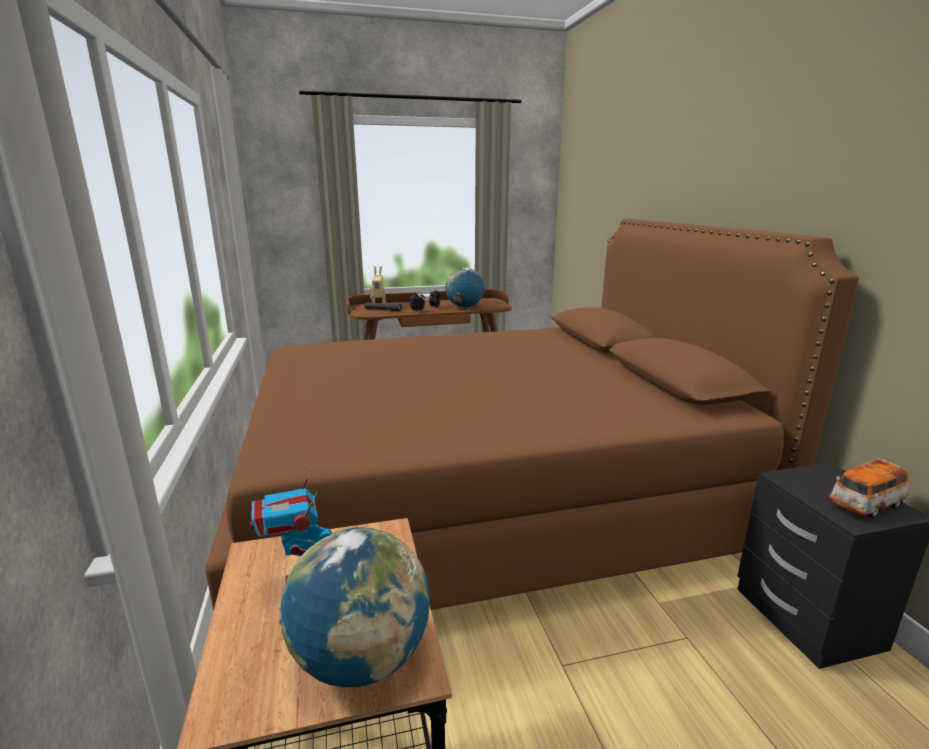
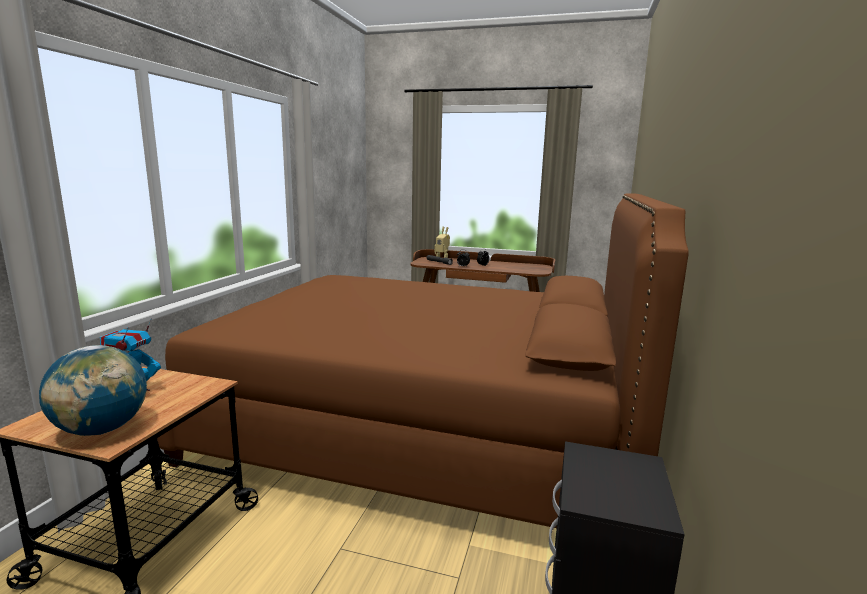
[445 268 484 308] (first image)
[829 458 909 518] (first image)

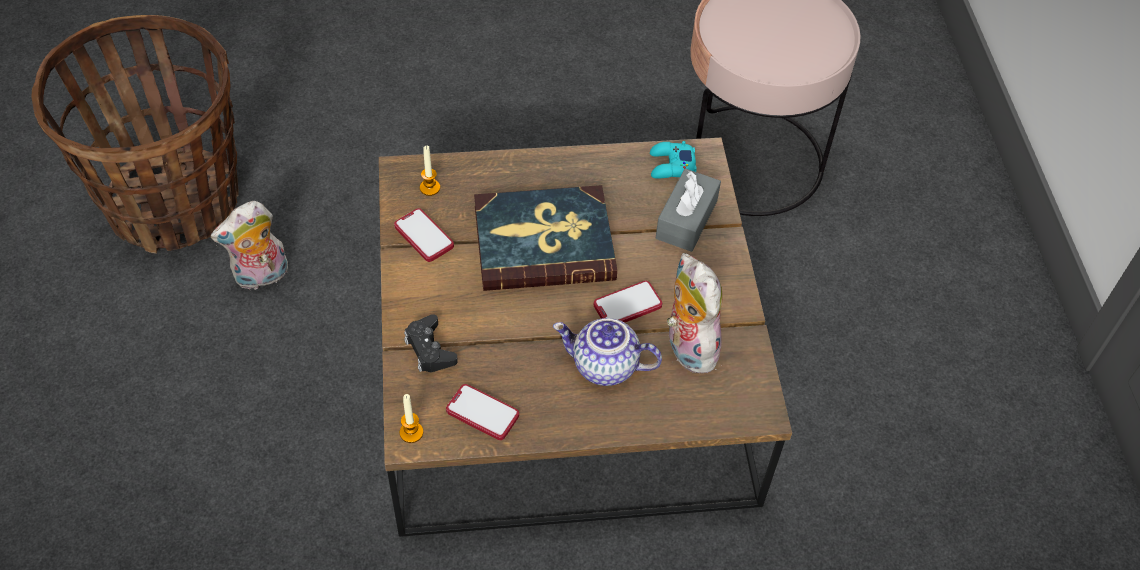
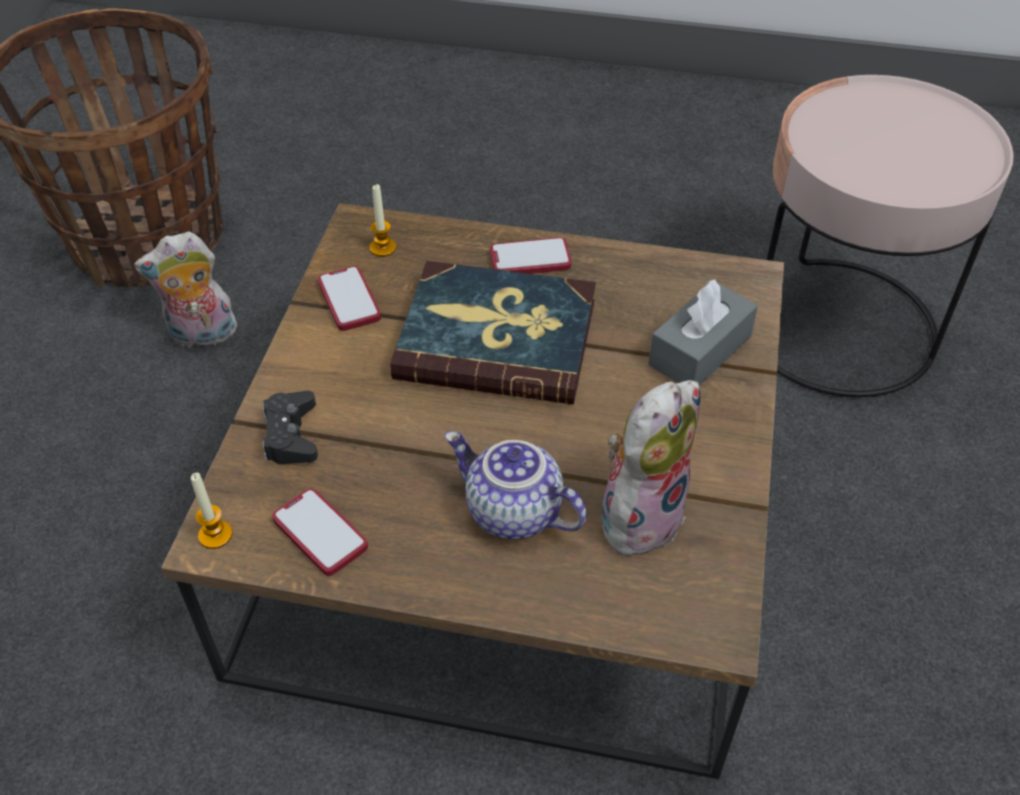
[650 141 697 179] (first image)
[596 380 700 556]
[490 237 571 274]

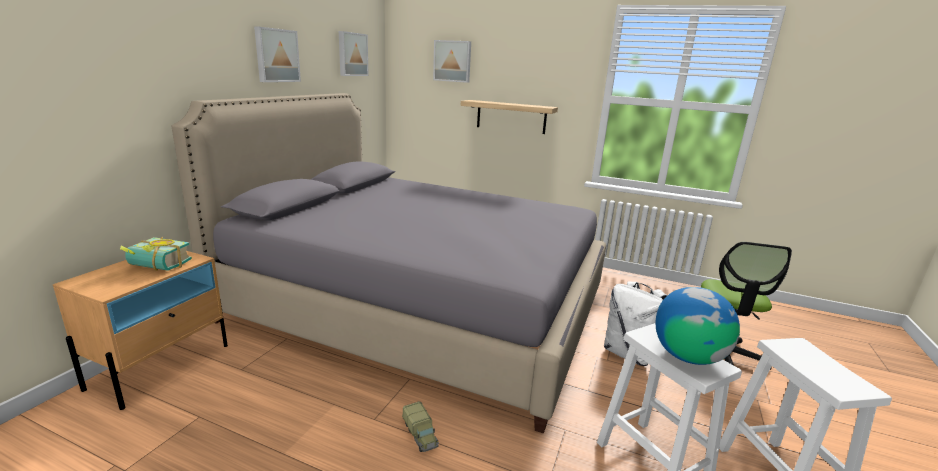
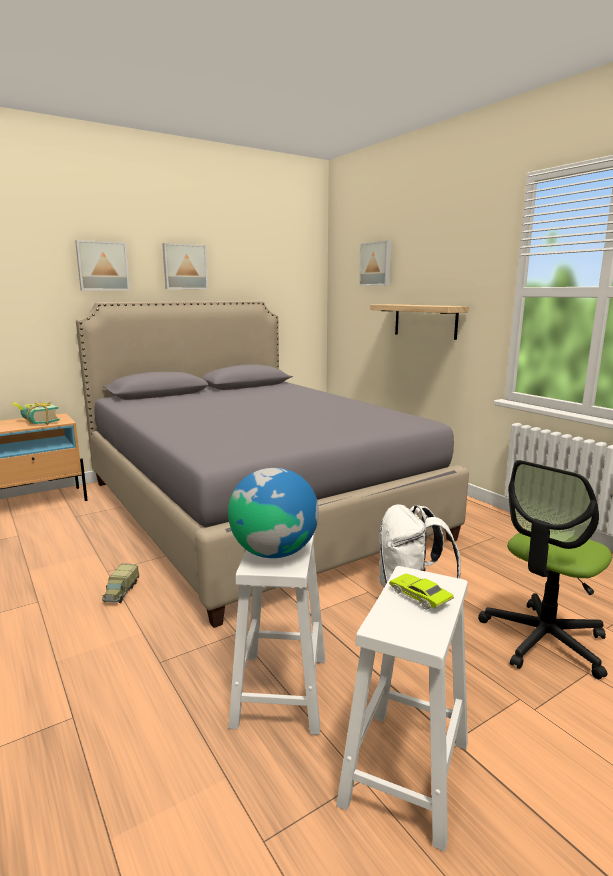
[75 240 130 291]
[389 574 454 610]

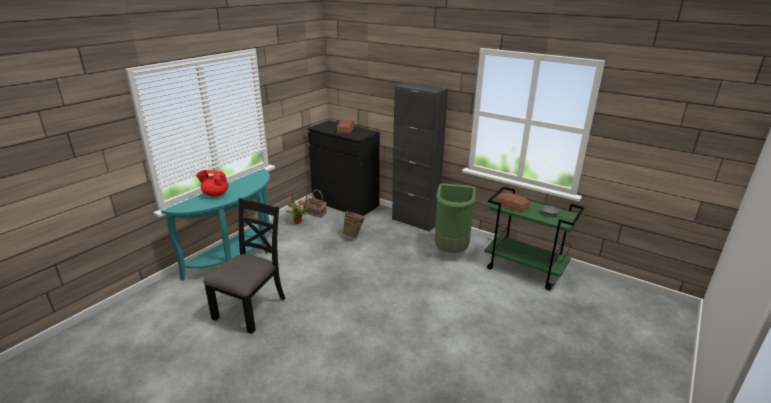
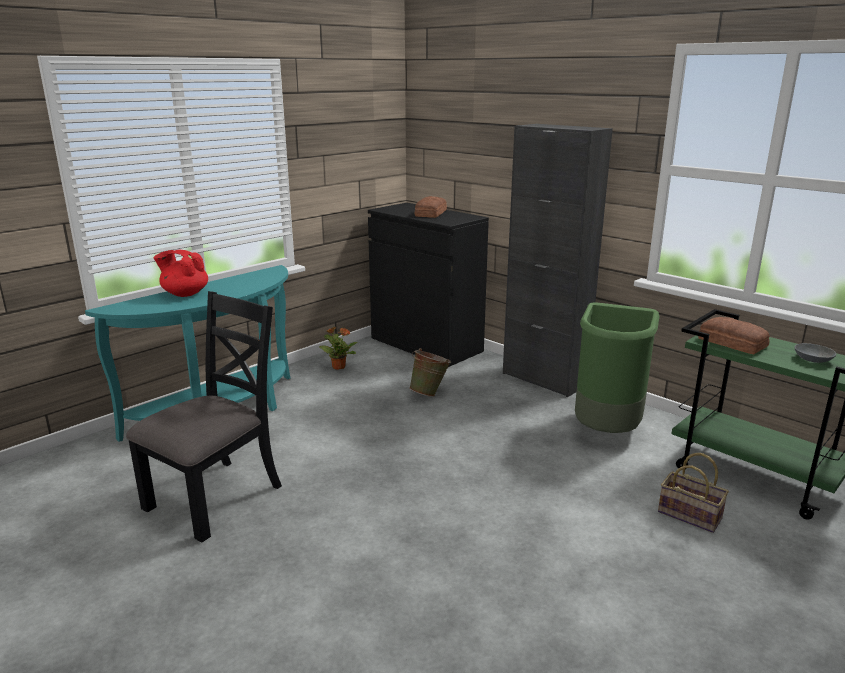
[658 453 729 533]

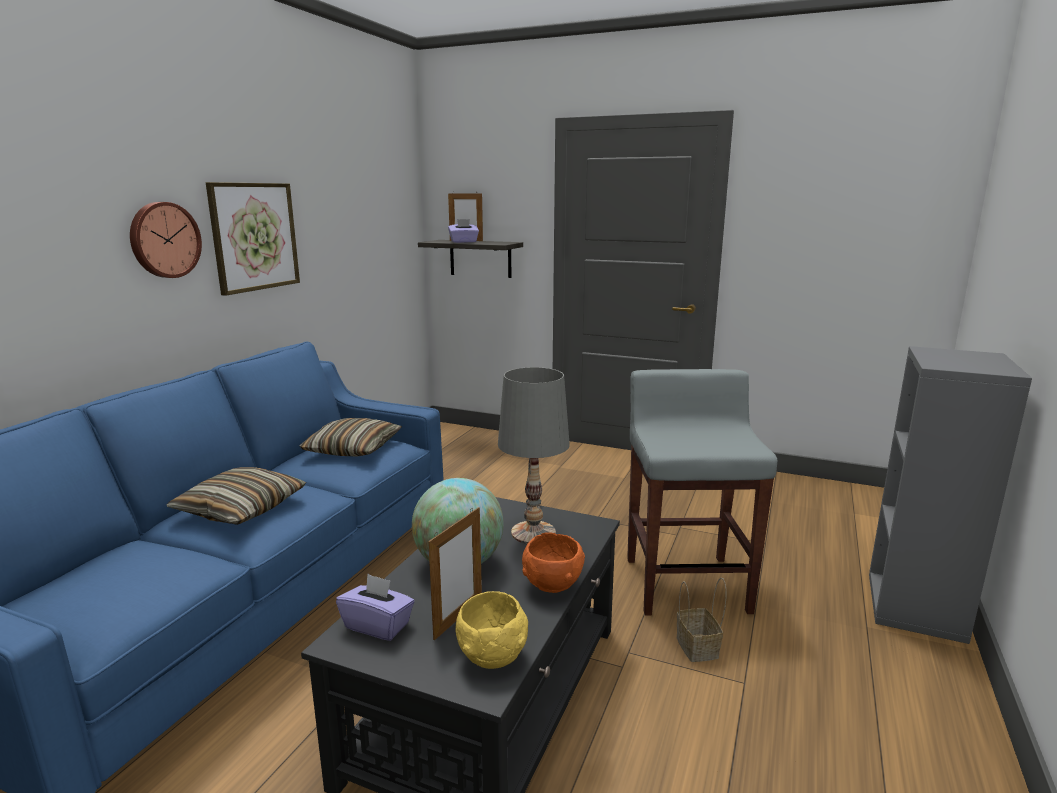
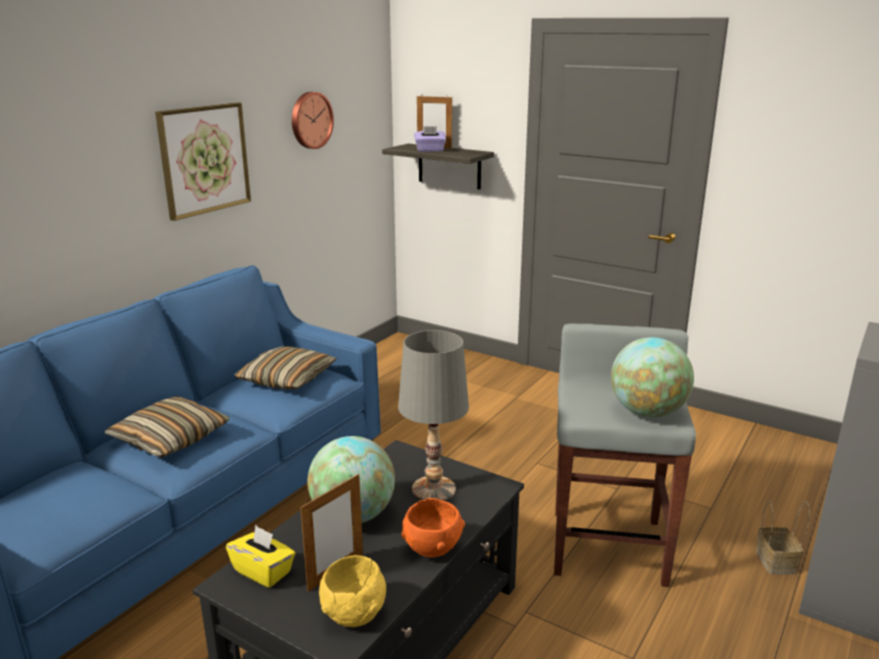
[292 92 334 149]
[226 525 296 588]
[756 502 810 575]
[611 337 694 417]

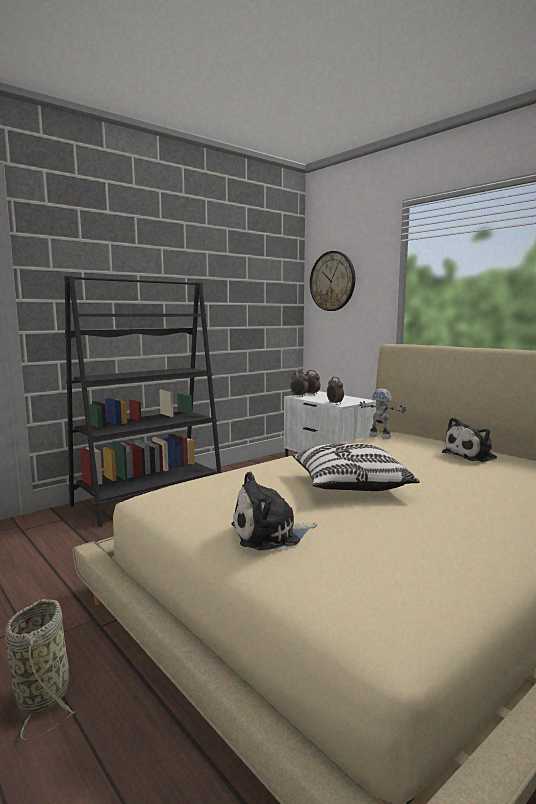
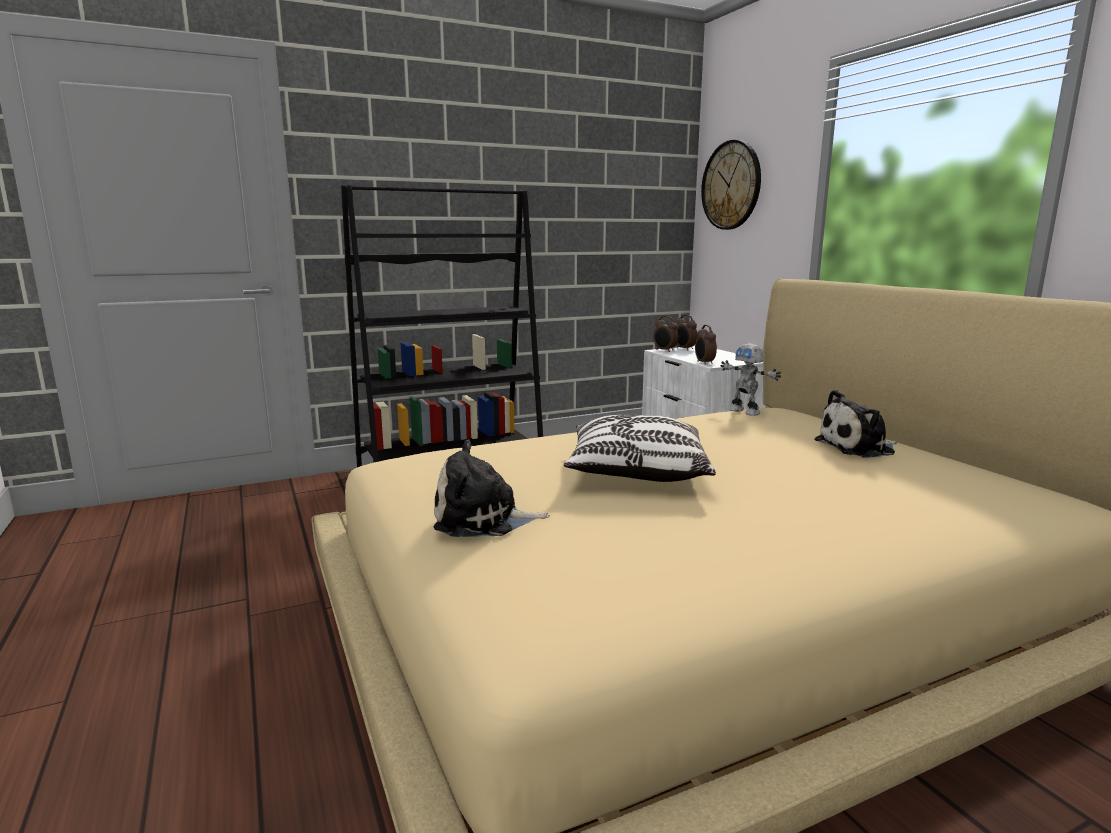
[5 599 76 741] (first image)

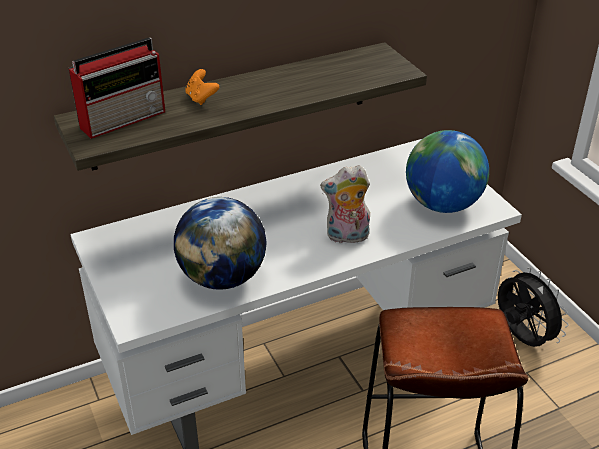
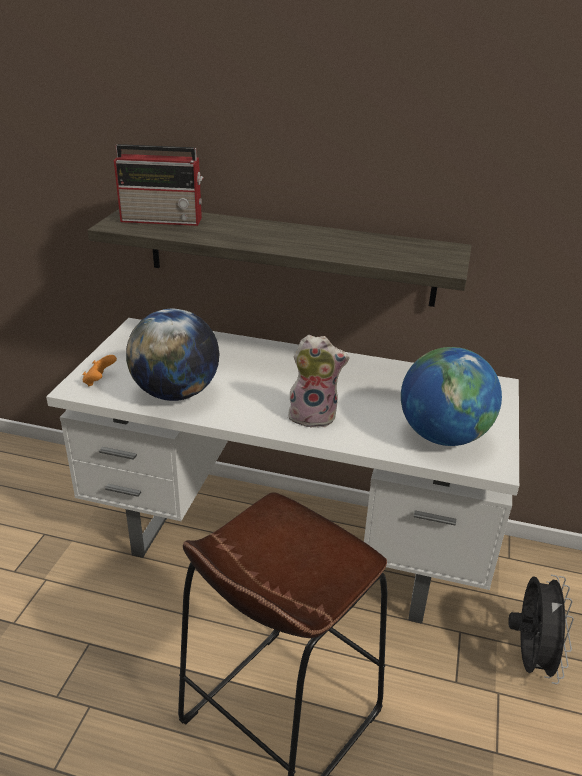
[82 355 117 387]
[288 335 349 428]

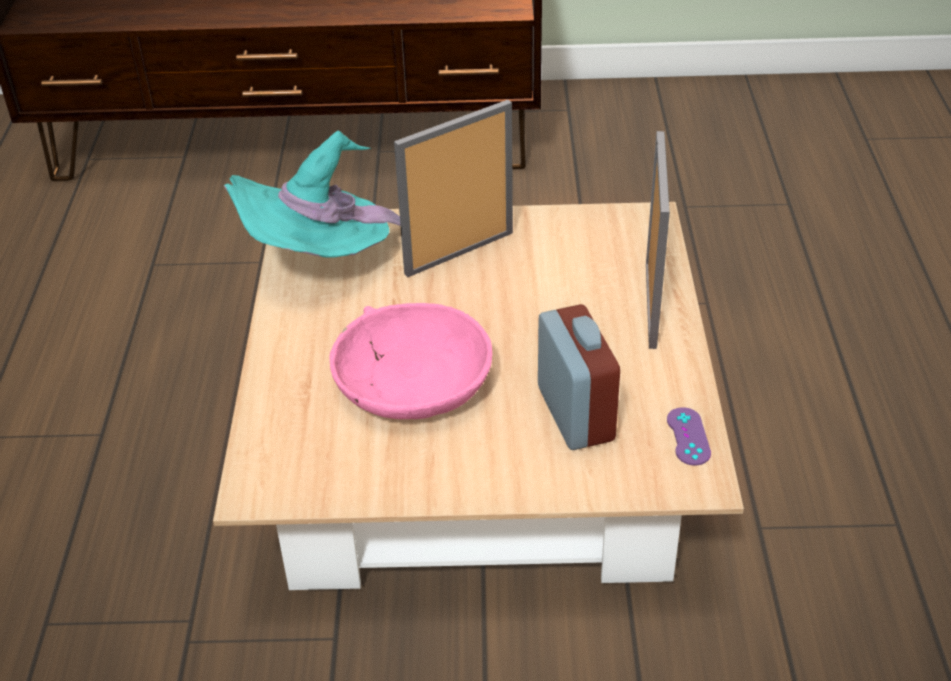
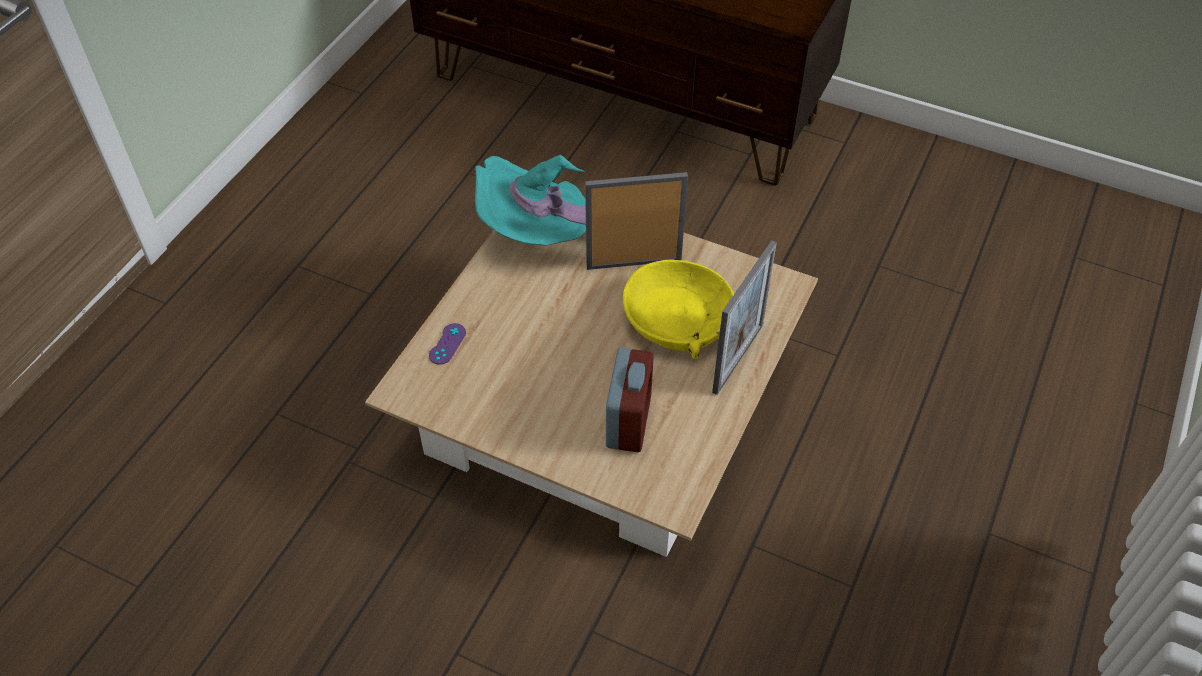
[330 303 492 419] (first image)
[429 323 466 365]
[623 260 734 359]

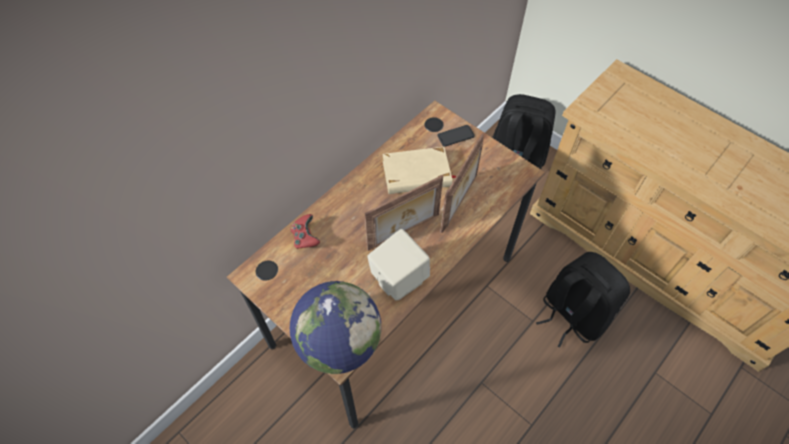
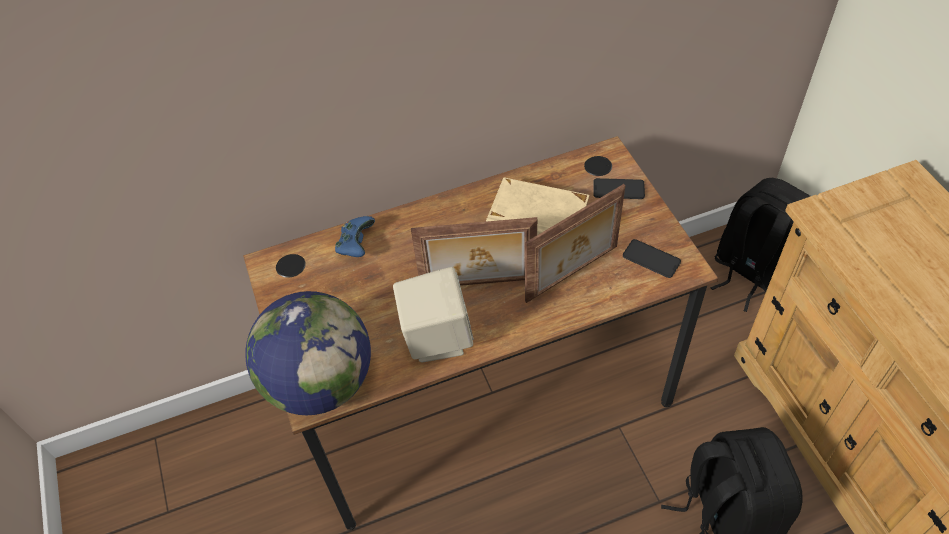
[335 216 375 257]
[623 239 681 278]

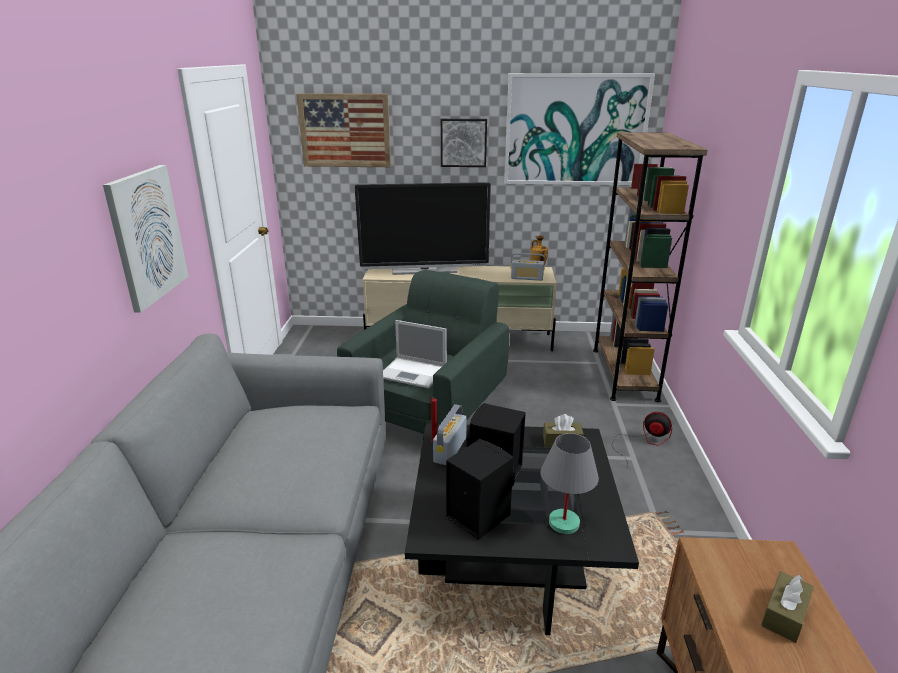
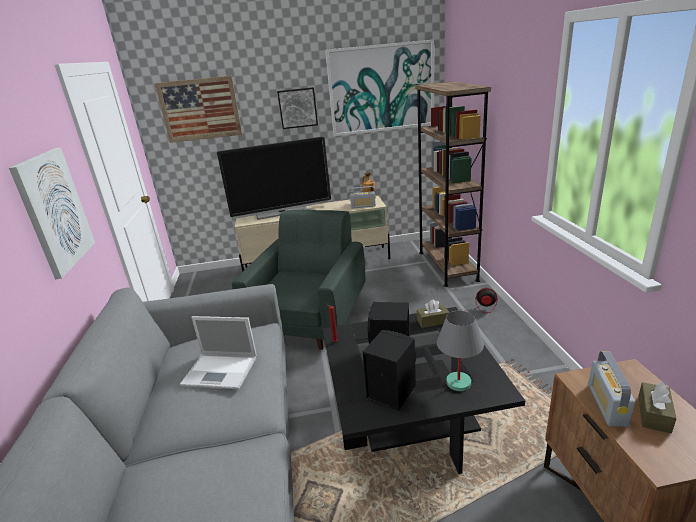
[180 316 257 389]
[588 351 635 427]

